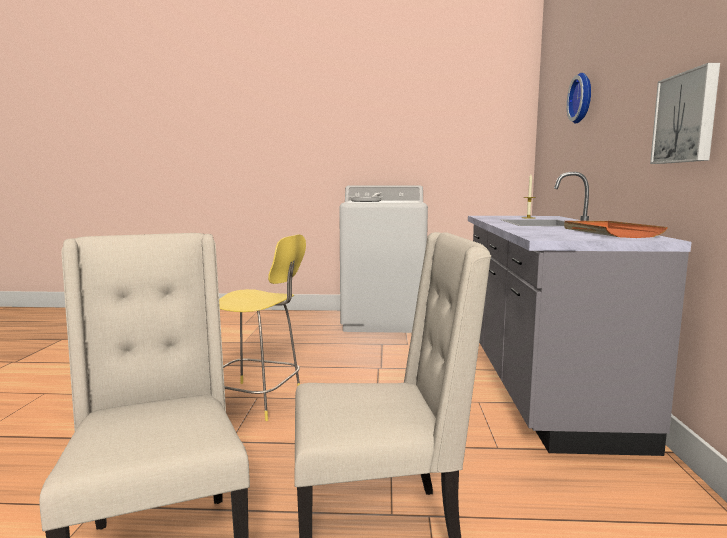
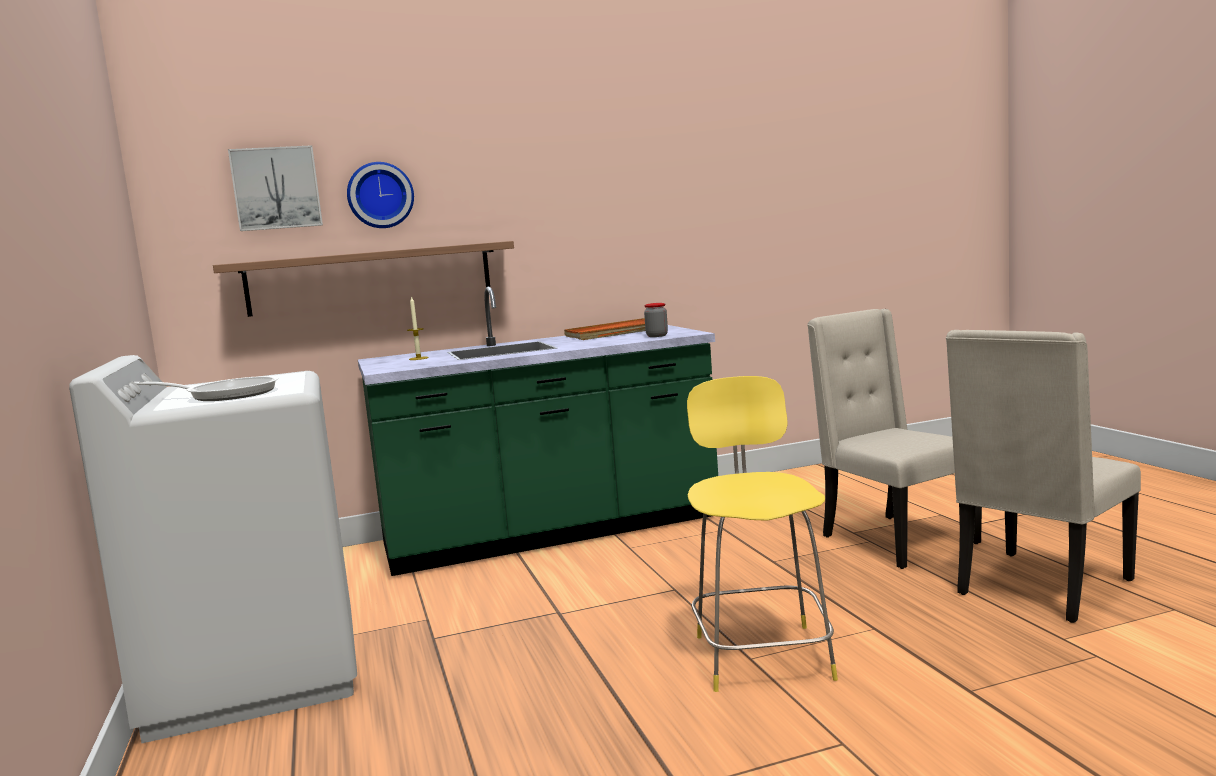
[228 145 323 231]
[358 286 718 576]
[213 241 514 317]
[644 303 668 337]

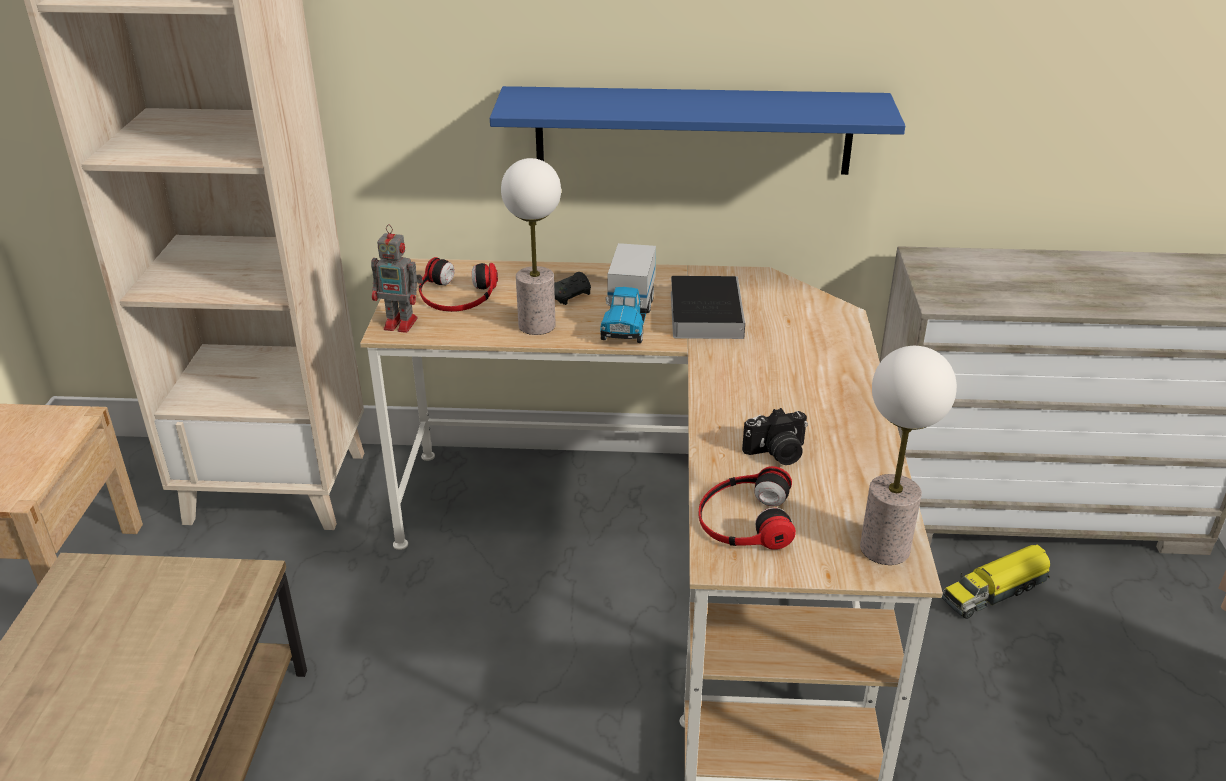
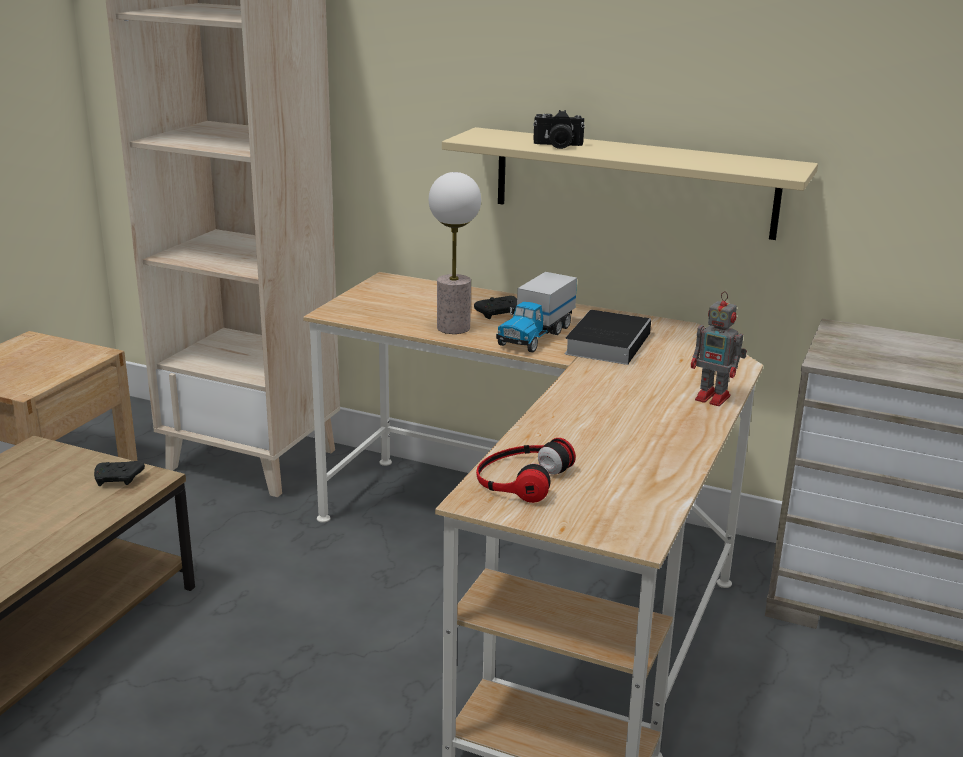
[442 127 818 240]
[691 291 747 406]
[419 257 498 312] (first image)
[860 346 957 565] (first image)
[533 110 585 149]
[942 544 1050 619] (first image)
[94 461 145 486]

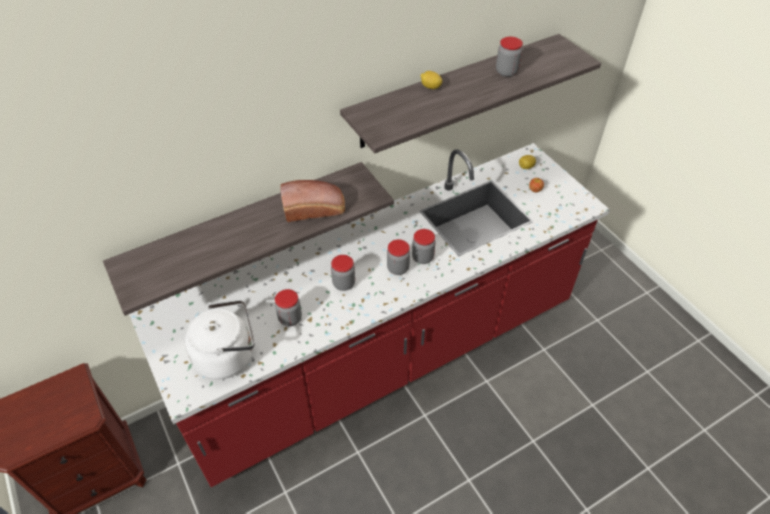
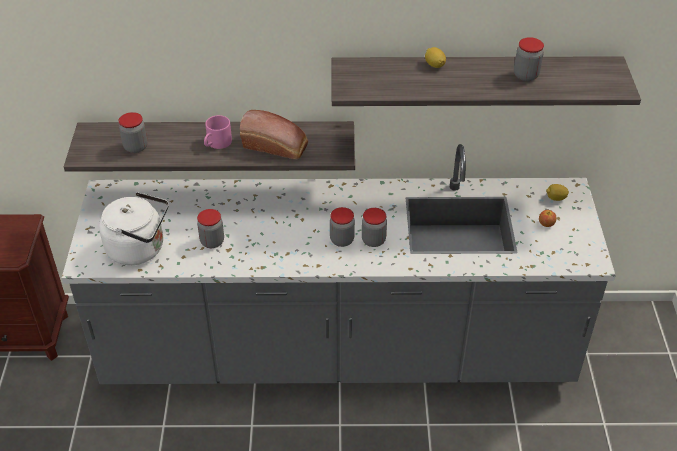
[62 144 616 384]
[119 112 148 153]
[204 115 232 149]

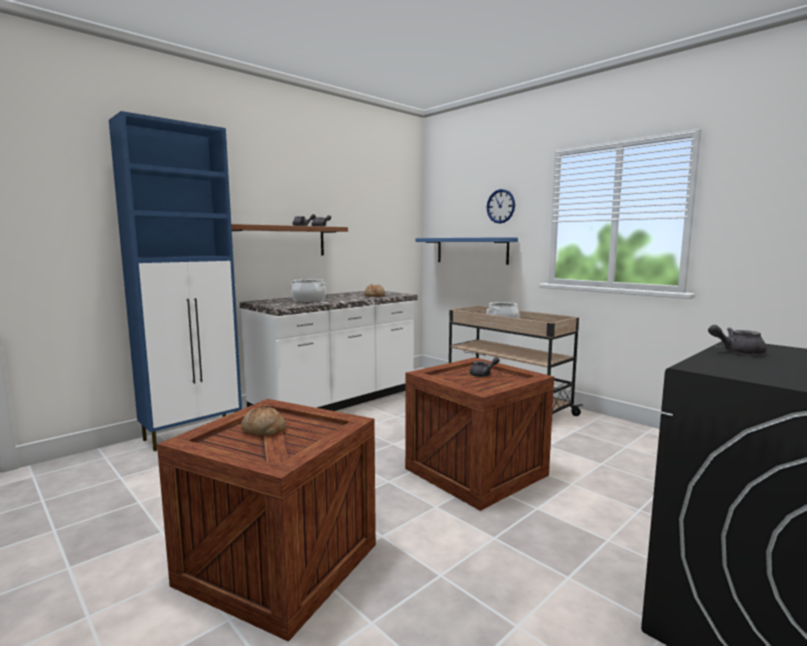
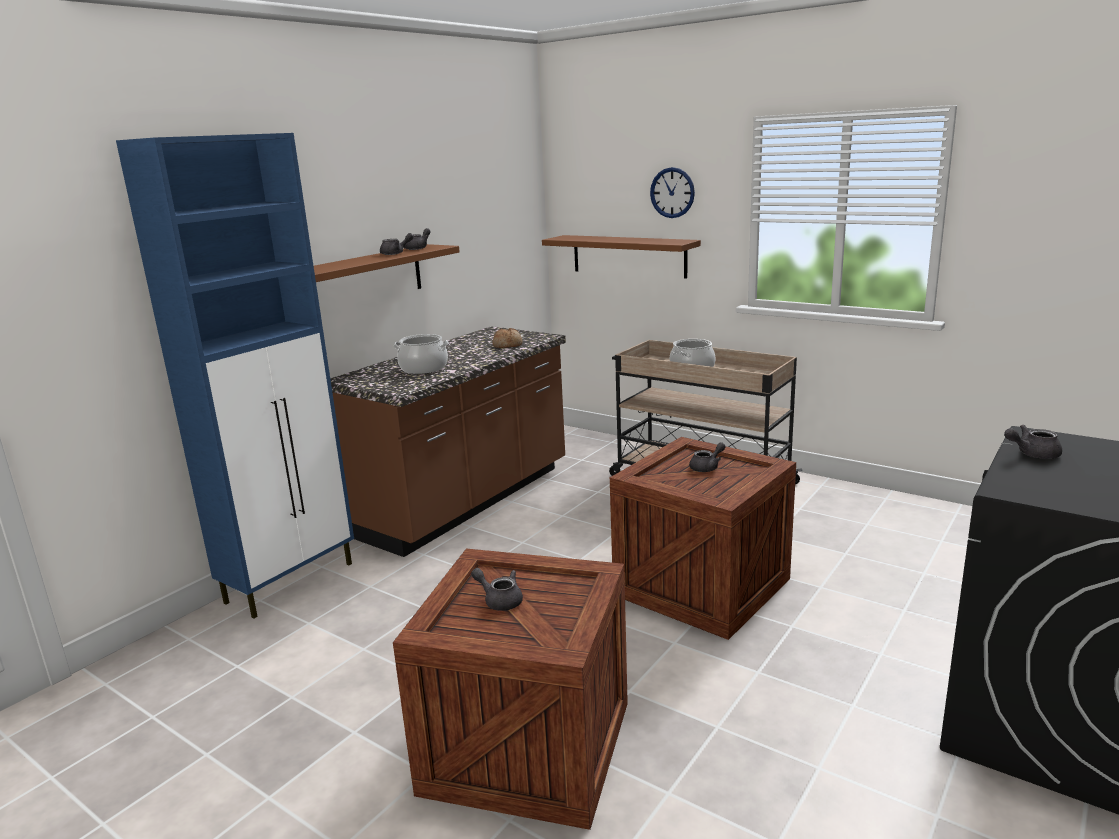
[542 235 701 279]
[330 326 566 557]
[471 568 523 611]

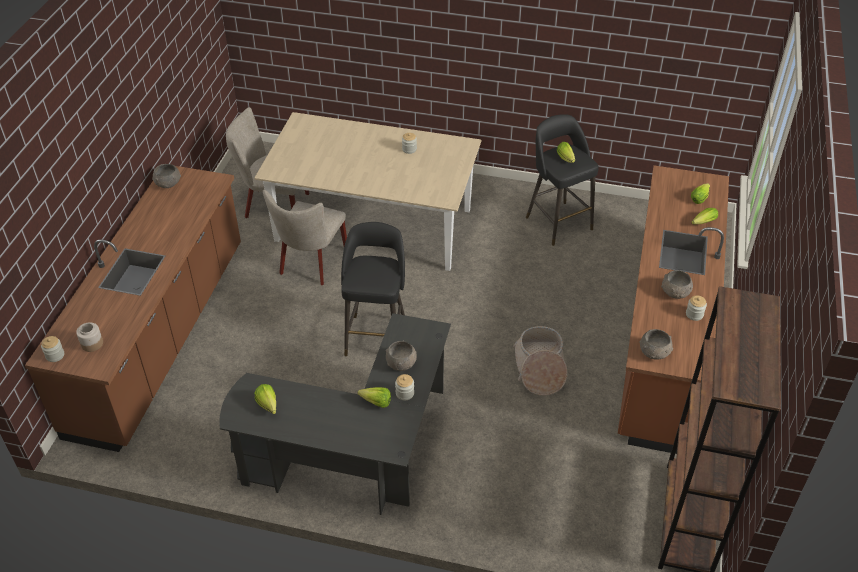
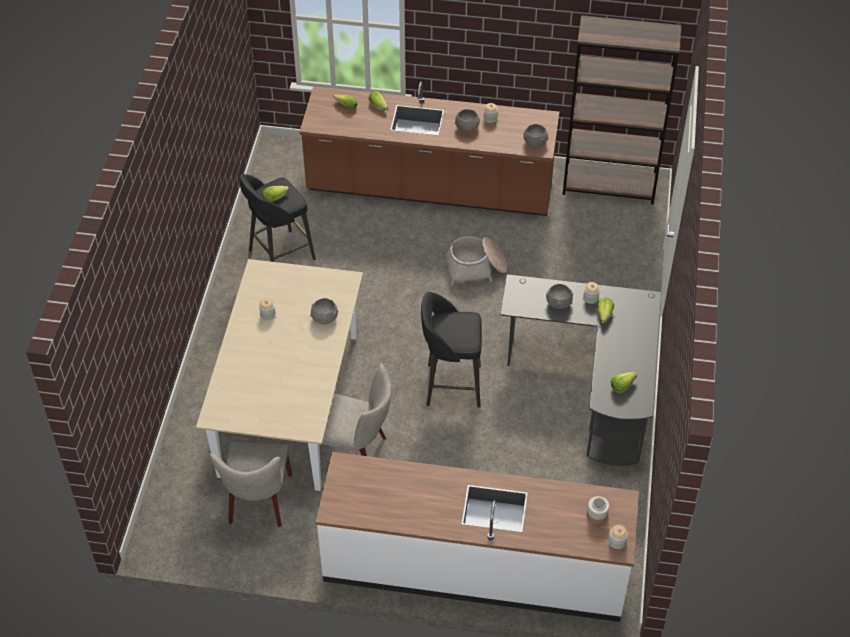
[310 298 338 324]
[316 452 639 622]

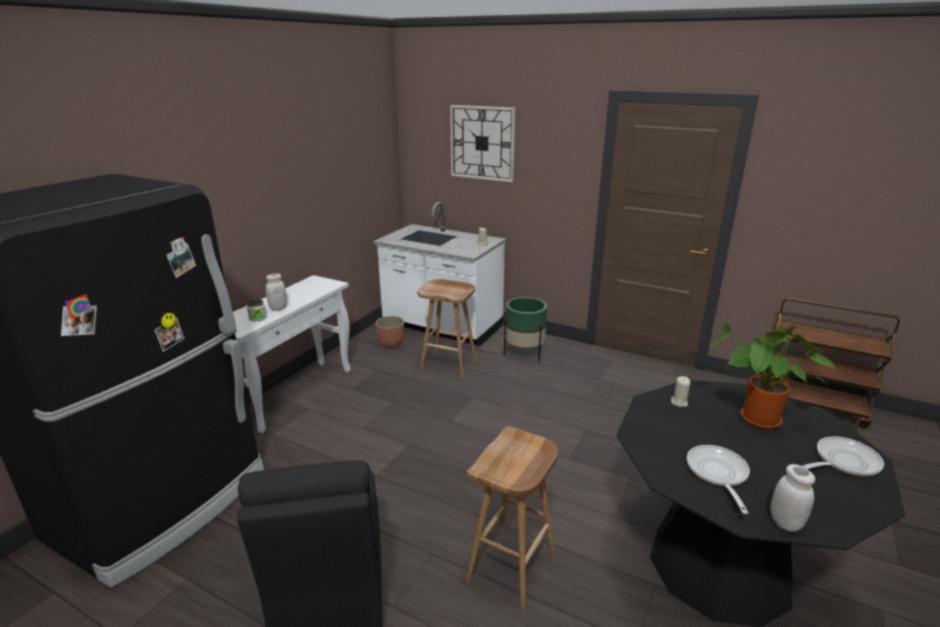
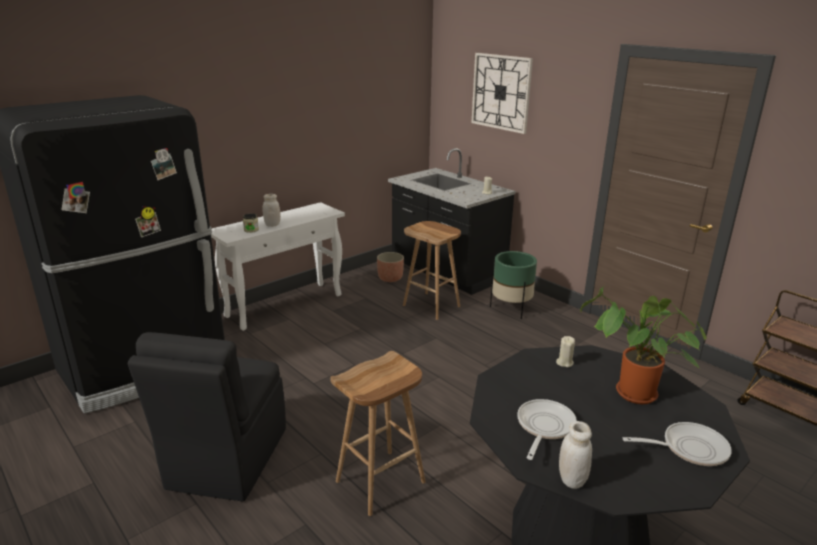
[388 148 515 295]

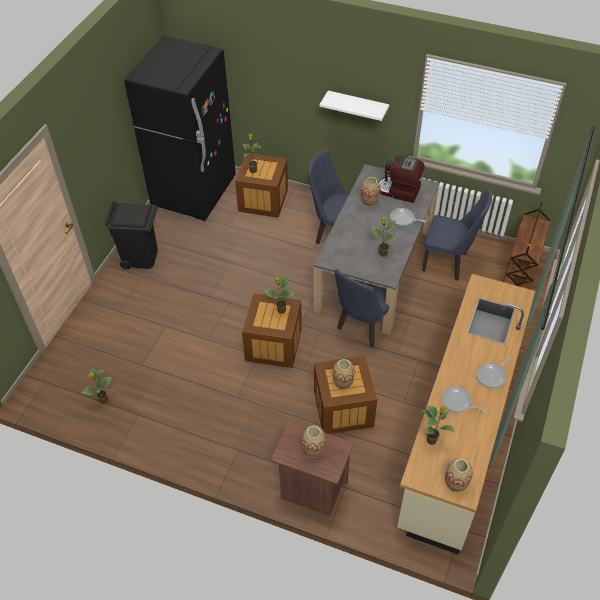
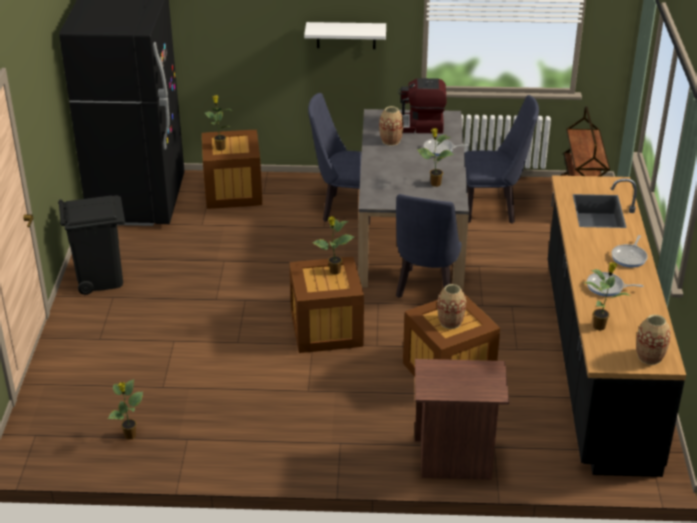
[548 176 686 477]
[301 426 326 458] (first image)

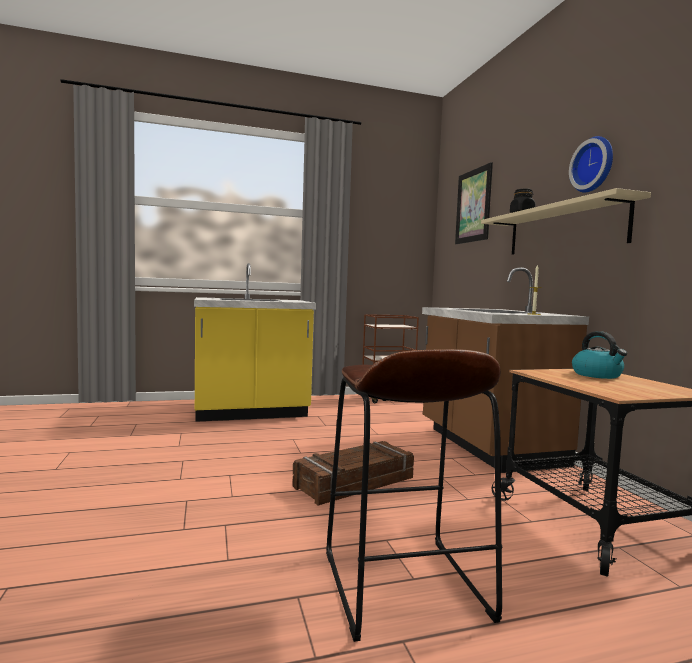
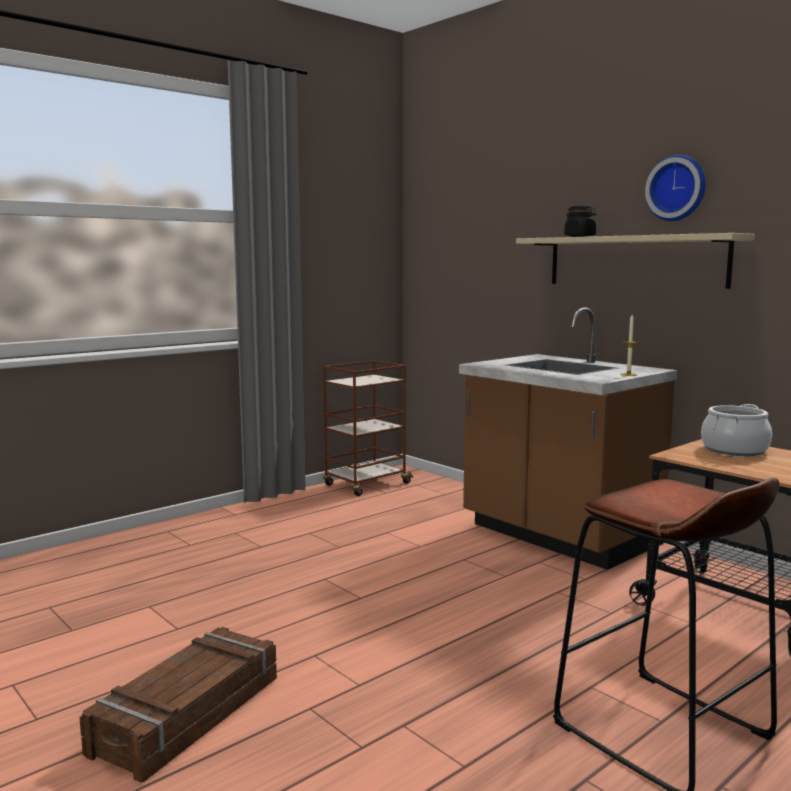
[455 162 493 244] (first image)
[194 263 316 422] (first image)
[701 404 772 456]
[79 627 277 783]

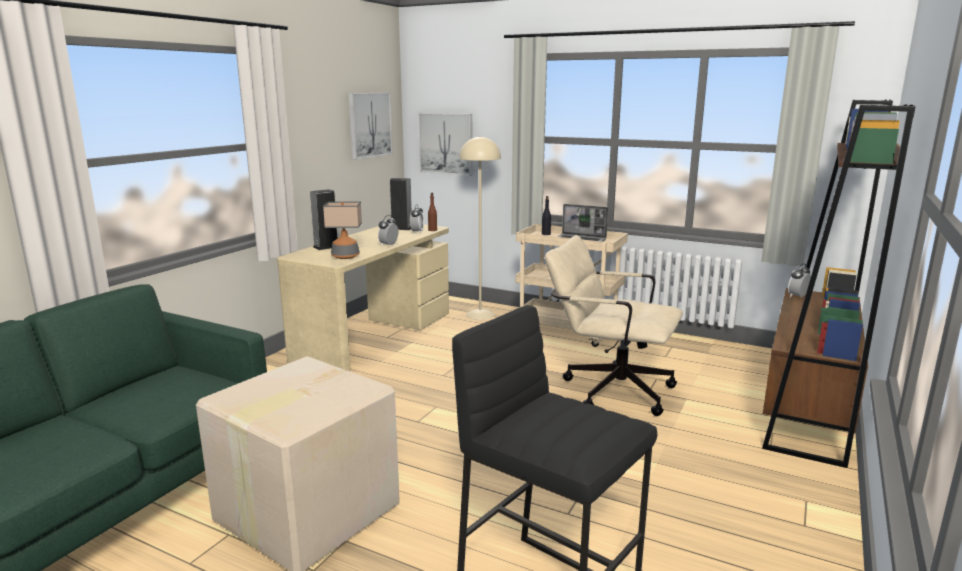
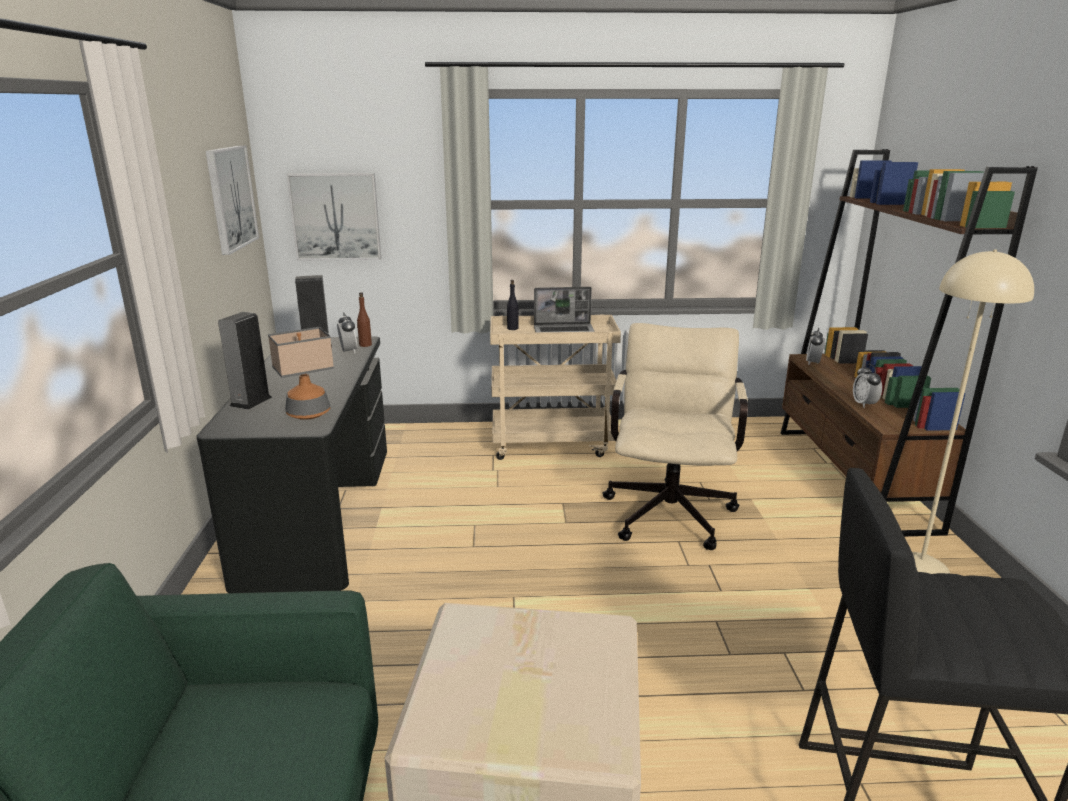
[912 249 1034 574]
[853 364 882 408]
[197 336 387 593]
[602 323 748 550]

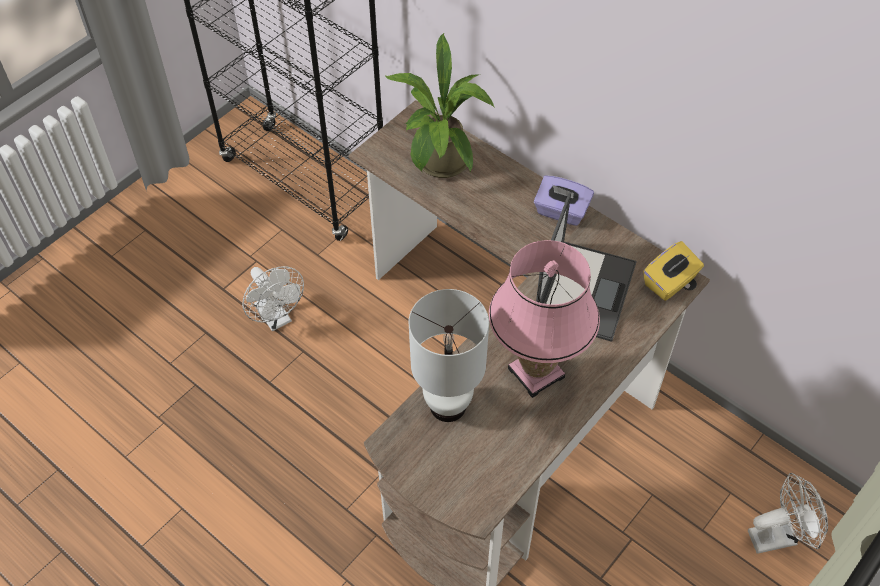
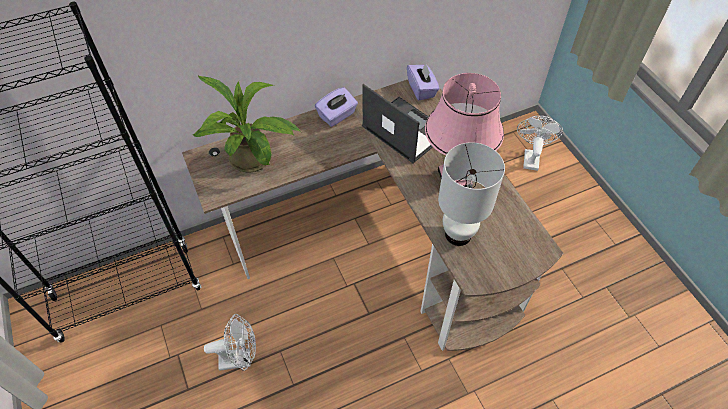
[407 63 439 100]

